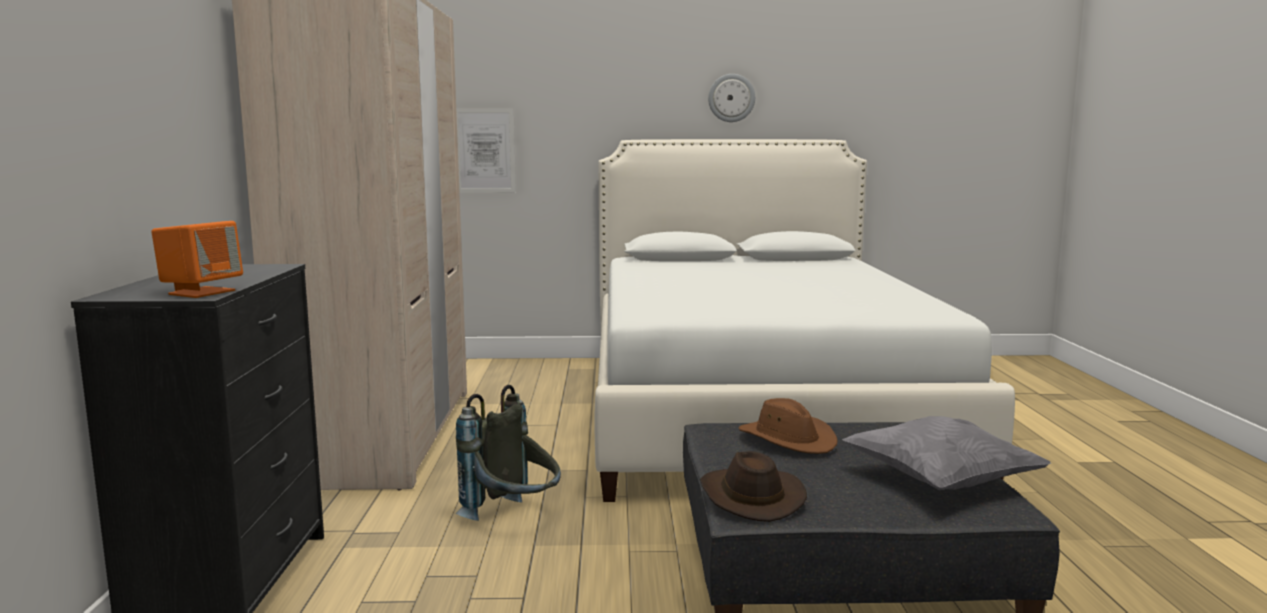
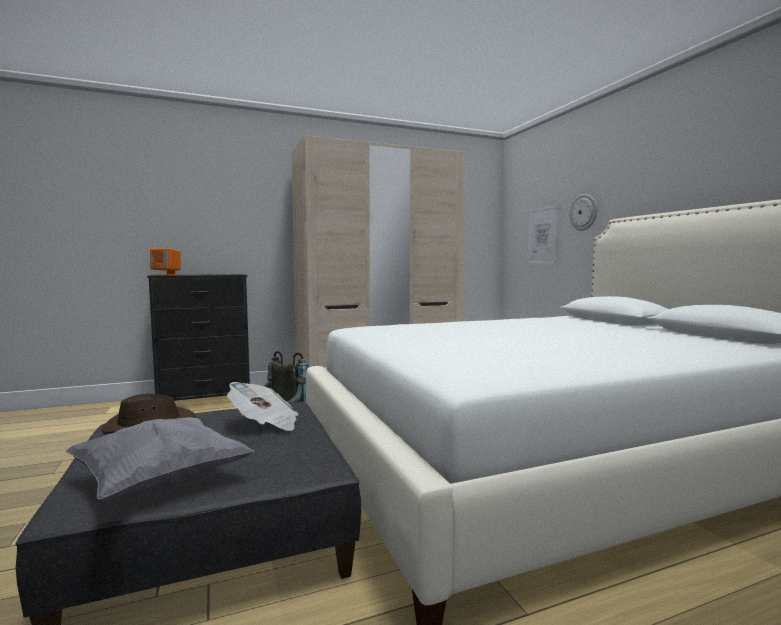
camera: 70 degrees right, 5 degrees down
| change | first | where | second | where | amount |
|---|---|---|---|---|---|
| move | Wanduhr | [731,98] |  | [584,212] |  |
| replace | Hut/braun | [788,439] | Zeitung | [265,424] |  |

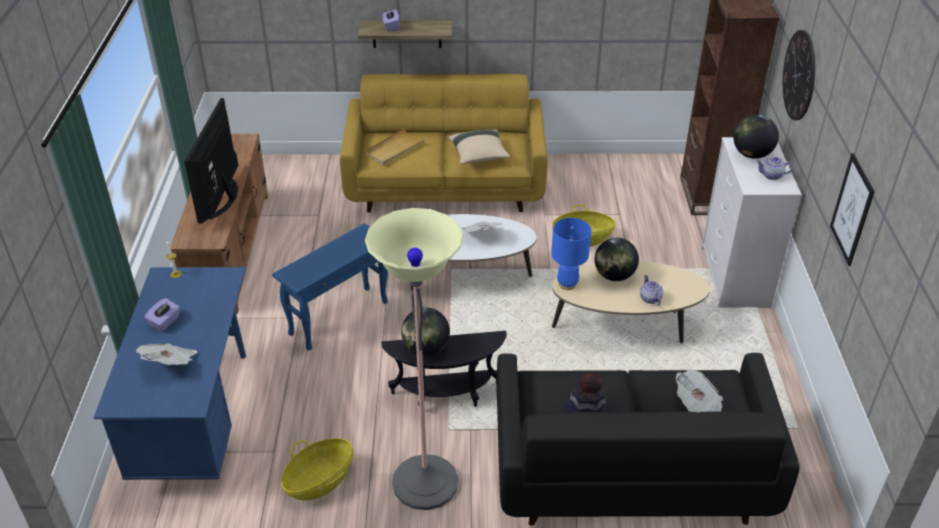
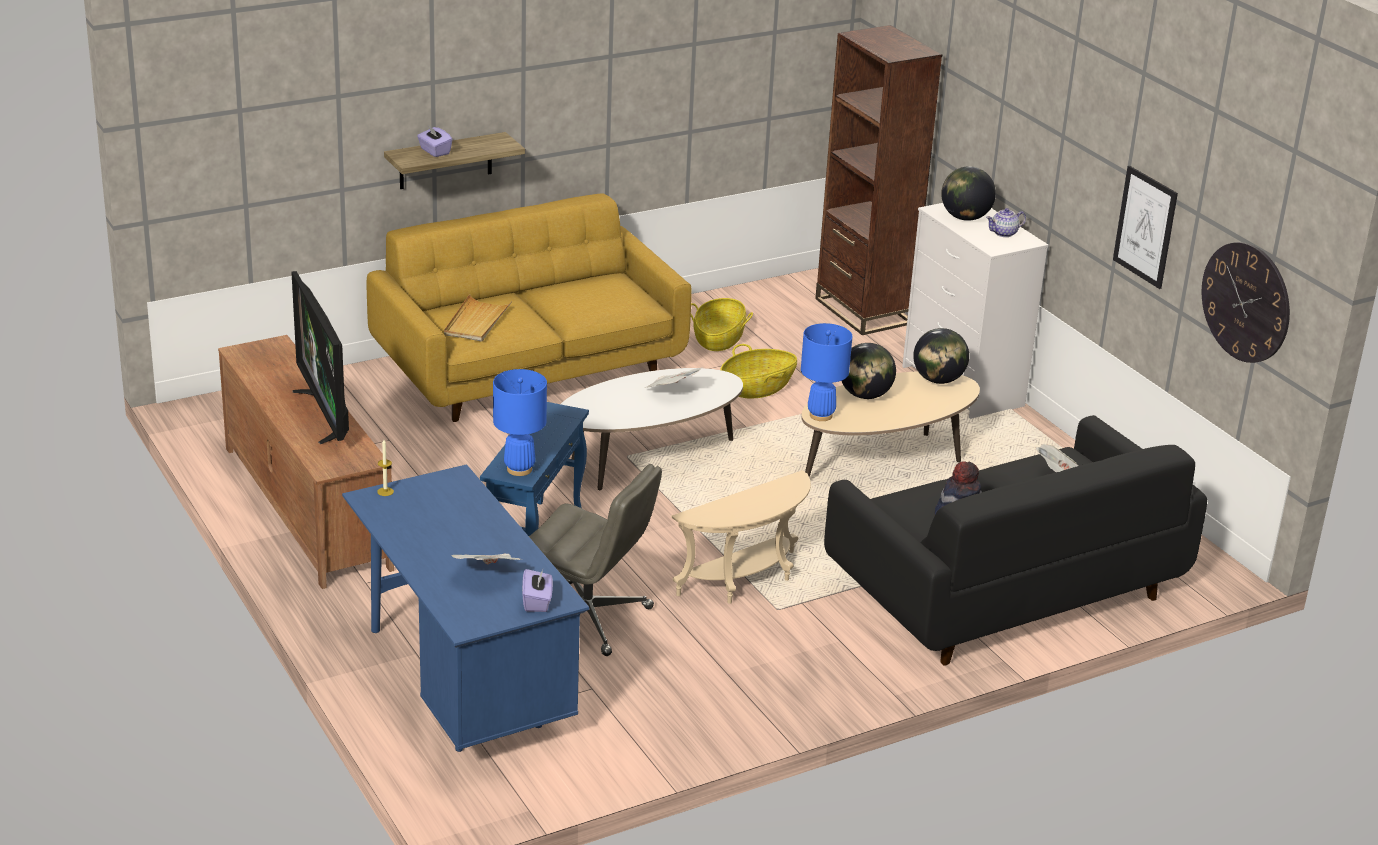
camera: 30 degrees left, 10 degrees down
| change | first | where | second | where | amount |
|---|---|---|---|---|---|
| move | Taschentuchbox/lila | [165,322] |  | [537,602] |  |
| move | Korb | [319,480] |  | [718,339] |  |
| delete | Stehlampe | [425,482] |  |  |  |
| recolor | Beistelltisch/schwarz | [446,397] | Beistelltisch/beige | [746,581] |  |
| move | Globus | [426,348] |  | [938,380] |  |
| delete | Kissen/beige | [479,155] |  |  |  |
| delete | Teekanne | [650,299] |  |  |  |
| move | Wanduhr | [799,75] |  | [1246,302] |  |
| insert |  |  | Tischlampe/blau | [519,469] |  |
| insert |  |  | Bürostuhl/grau | [589,618] |  |

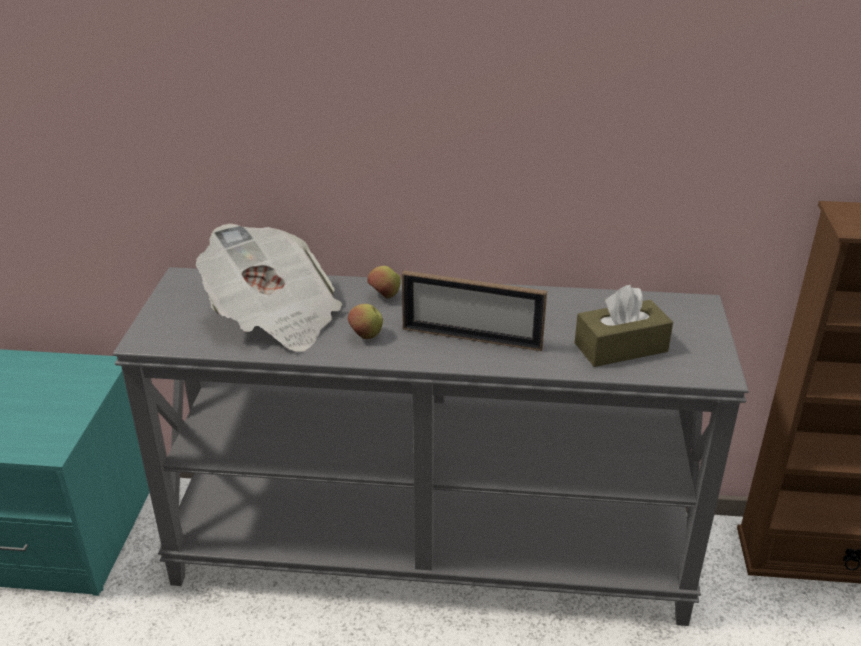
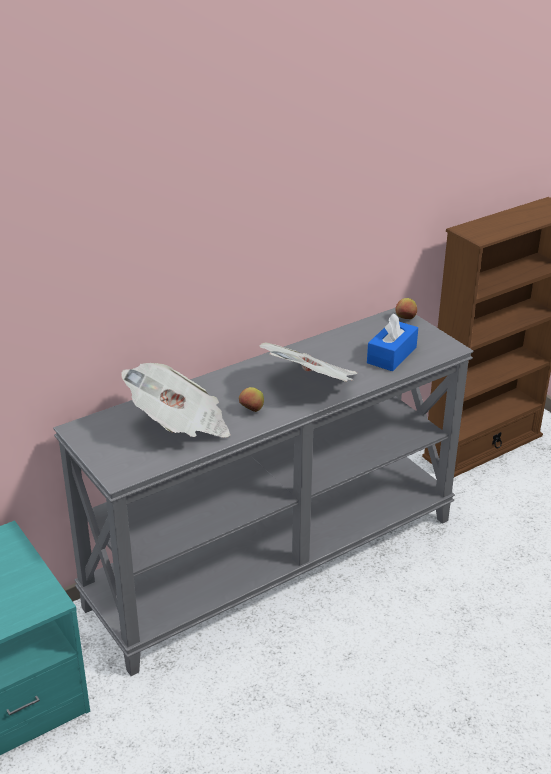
camera: 40 degrees left, 0 degrees up
| change | first | where | second | where | amount |
|---|---|---|---|---|---|
| move | Apfel | [384,296] |  | [405,319] |  |
| replace | Bilderrahmen | [471,338] | Zeitung | [311,385] |  |
| recolor | Taschentuchbox/braun | [621,347] | Taschentuchbox/blau | [391,355] |  |

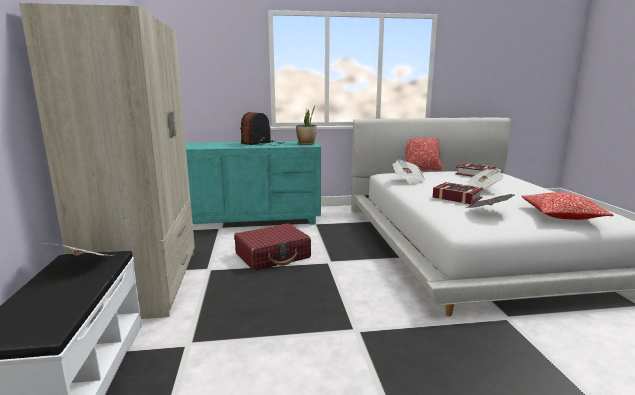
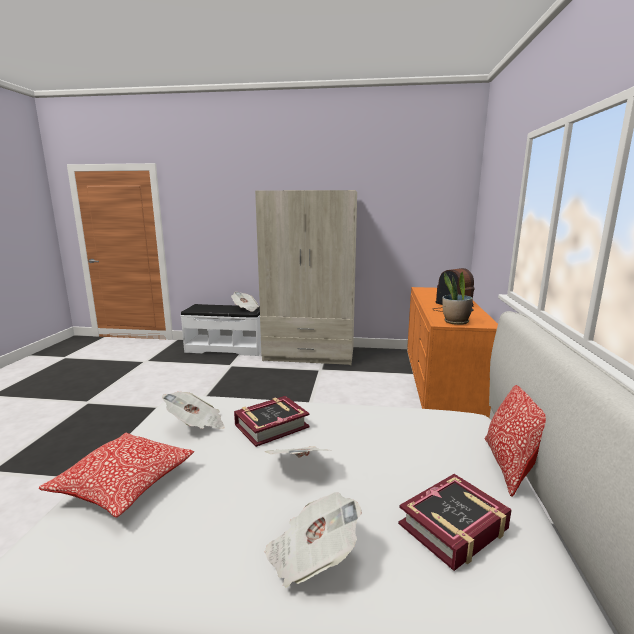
camera: 105 degrees right, 0 degrees up
| change | first | where | second | where | amount |
|---|---|---|---|---|---|
| recolor | Kommode/türkis | [251,220] | Kommode/orange | [440,388] |  |
| delete | Koffer/rot | [273,256] |  |  |  |
| move | Zeitung | [408,180] |  | [311,556] |  |

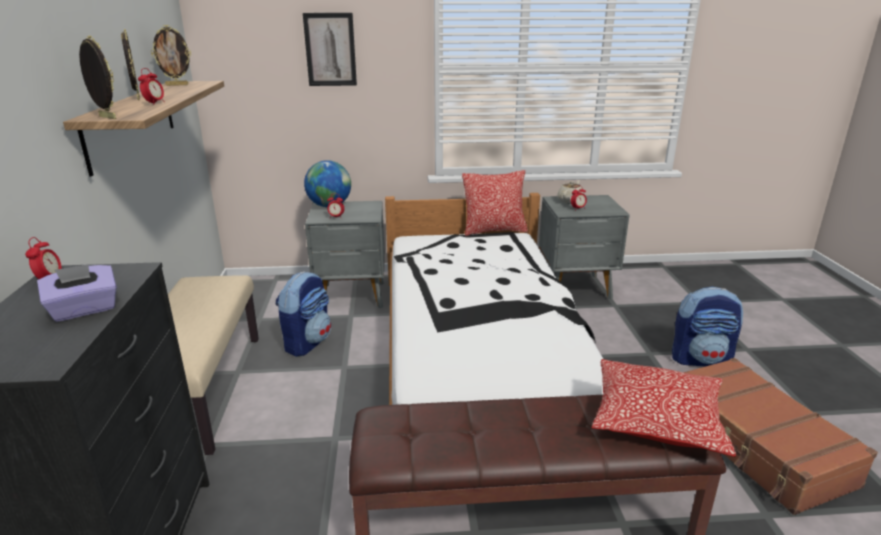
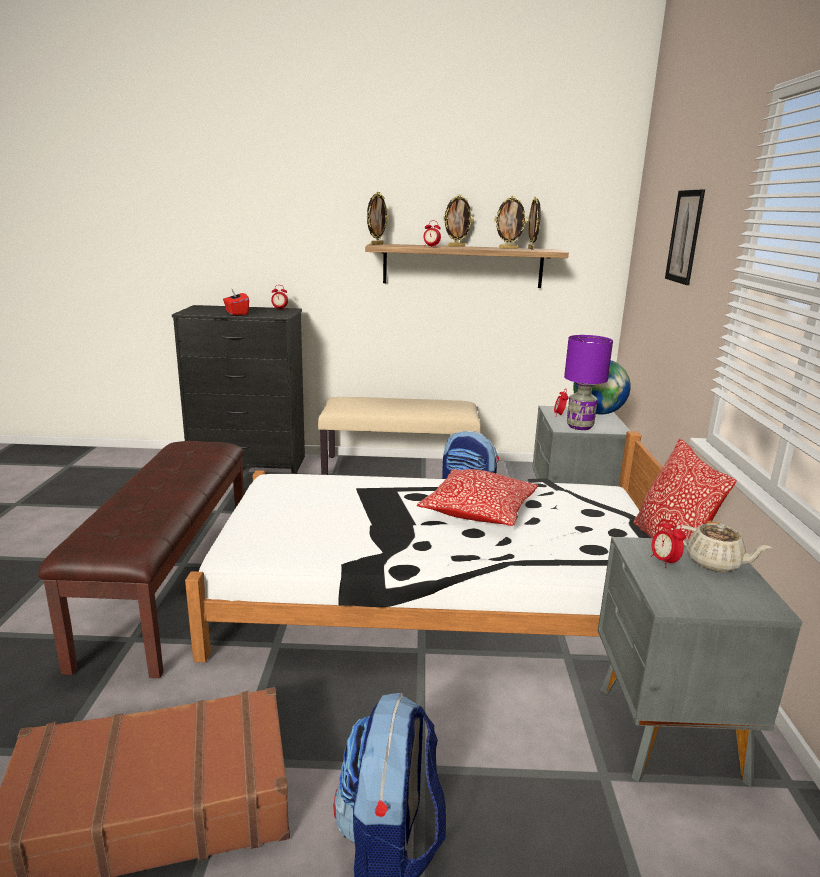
camera: 95 degrees right, 5 degrees down
| change | first | where | second | where | amount |
|---|---|---|---|---|---|
| recolor | Taschentuchbox/lila | [84,310] | Taschentuchbox/rot | [236,313] |  |
| move | Kissen | [657,420] |  | [478,511] |  |
| insert |  |  | Bilderrahmen | [508,248] |  |
| insert |  |  | Tischlampe/lila | [580,426] |  |

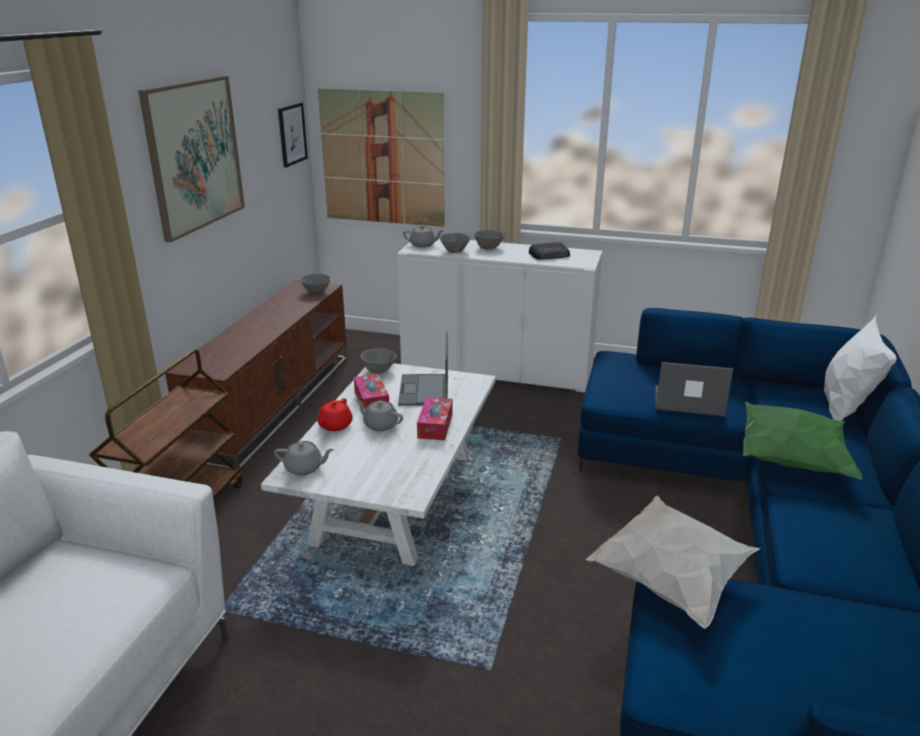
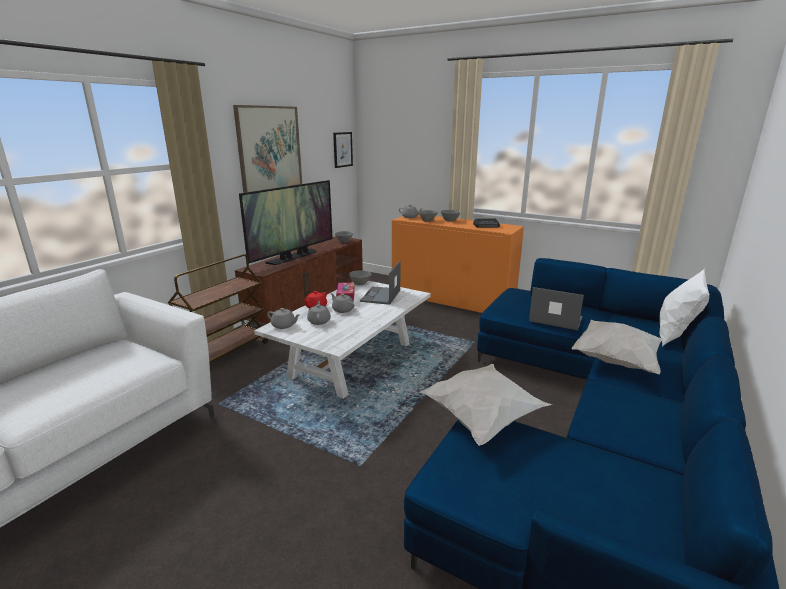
camera: 15 degrees right, 5 degrees down
| change | first | where | second | where | amount |
|---|---|---|---|---|---|
| delete | Bild | [382,158] |  |  |  |
| recolor | Schrank/weiß | [497,369] | Schrank/orange | [452,300] |  |
| delete | Taschentuchbox | [435,425] |  |  |  |
| recolor | Kissen/grün | [790,460] | Kissen/weiß | [615,361] |  |
| insert |  |  | Fernseher | [293,257] |  |
| insert |  |  | Teekanne/grau | [319,321] |  |

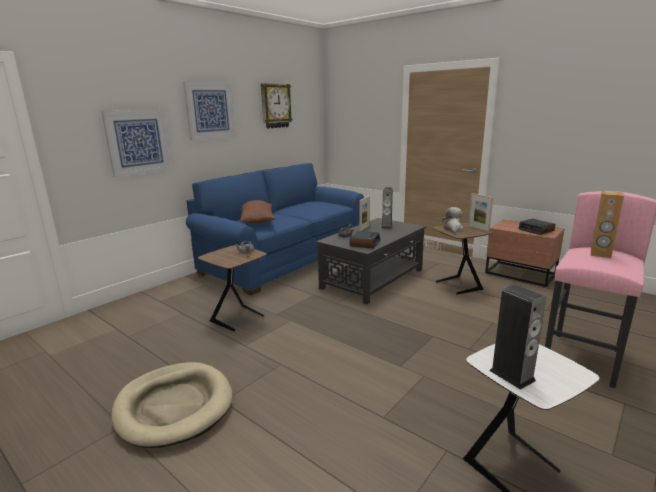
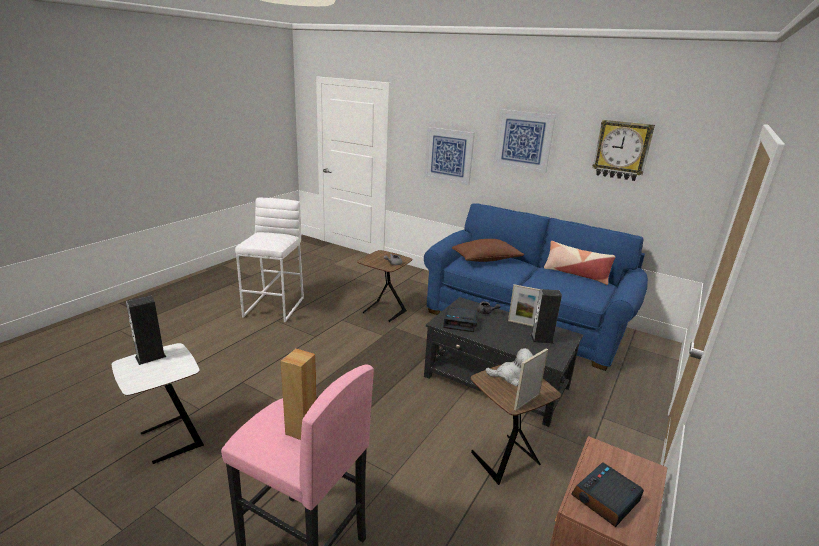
camera: 80 degrees right, 5 degrees up
| change | first | where | second | where | amount |
|---|---|---|---|---|---|
| replace | Hundebett/beige | [174,406] | Hocker/weiß | [275,307] |  |
| insert |  |  | Kissen | [575,274] |  |

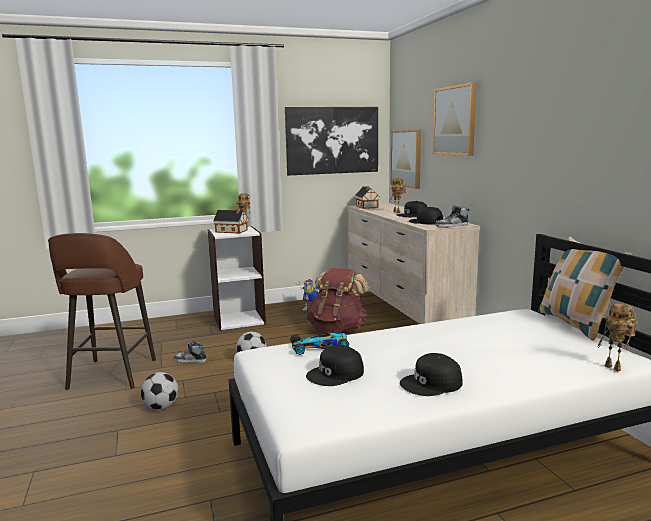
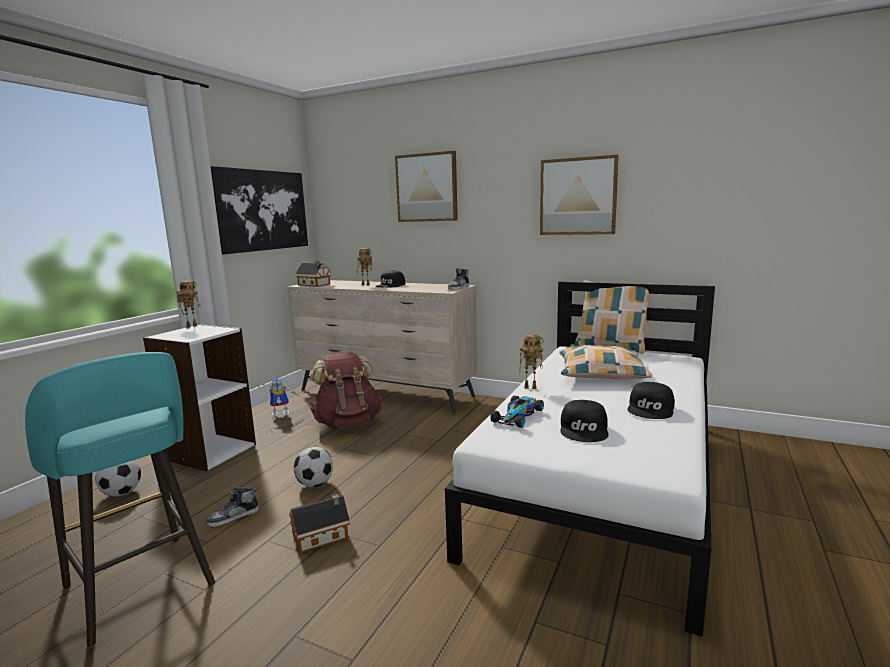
camera: 45 degrees left, 0 degrees up
| change | first | where | second | where | amount |
|---|---|---|---|---|---|
| recolor | Hocker/braun | [111,375] | Hocker/türkis | [140,588] |  |
| move | Fußball | [161,407] |  | [122,493] |  |
| move | Spielzeughaus | [232,231] |  | [323,536] |  |
| move | Bild | [406,158] |  | [578,196] |  |
| delete | Kappe/schwarz | [425,222] |  |  |  |
| move | Spielzeugroboter | [614,368] |  | [531,387] |  |
| insert |  |  | Kissen | [601,374] |  |

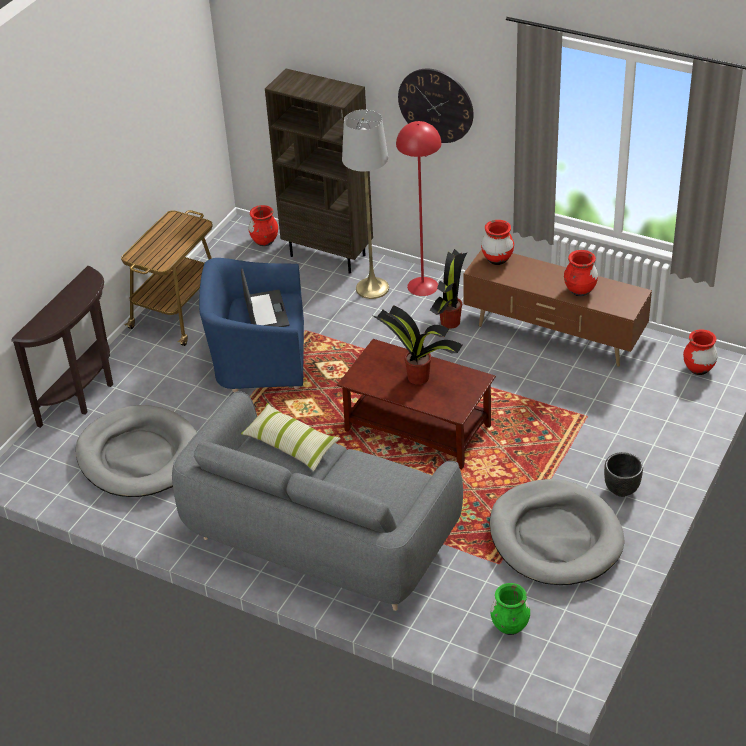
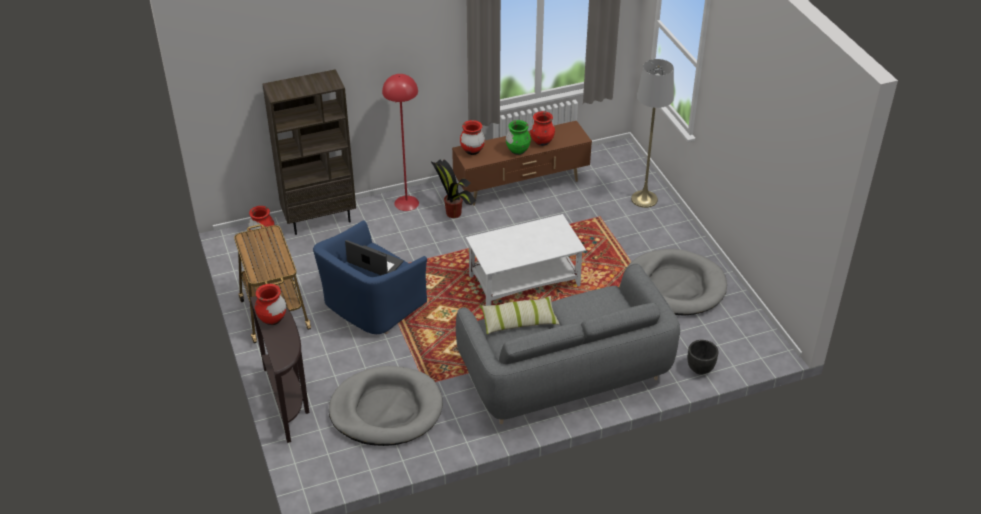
camera: 50 degrees left, 0 degrees up
| change | first | where | second | where | amount |
|---|---|---|---|---|---|
| recolor | Couchtisch/braun | [416,428] | Couchtisch/weiß | [523,281] |  |
| move | Stehlampe/grau | [372,288] |  | [644,199] |  |
| delete | Topfpflanze | [417,376] |  |  |  |
| delete | Wanduhr | [436,105] |  |  |  |
| move | Vase/grün | [510,626] |  | [518,150] |  |
| move | Pflanzkübel/schwarz | [621,490] |  | [700,369] |  |
| move | Vase/rot | [698,369] |  | [272,319] |  |

